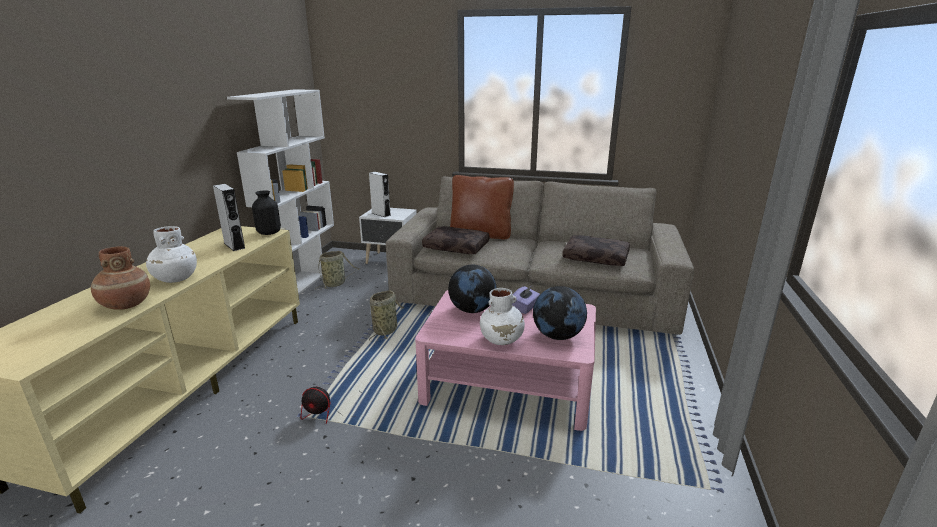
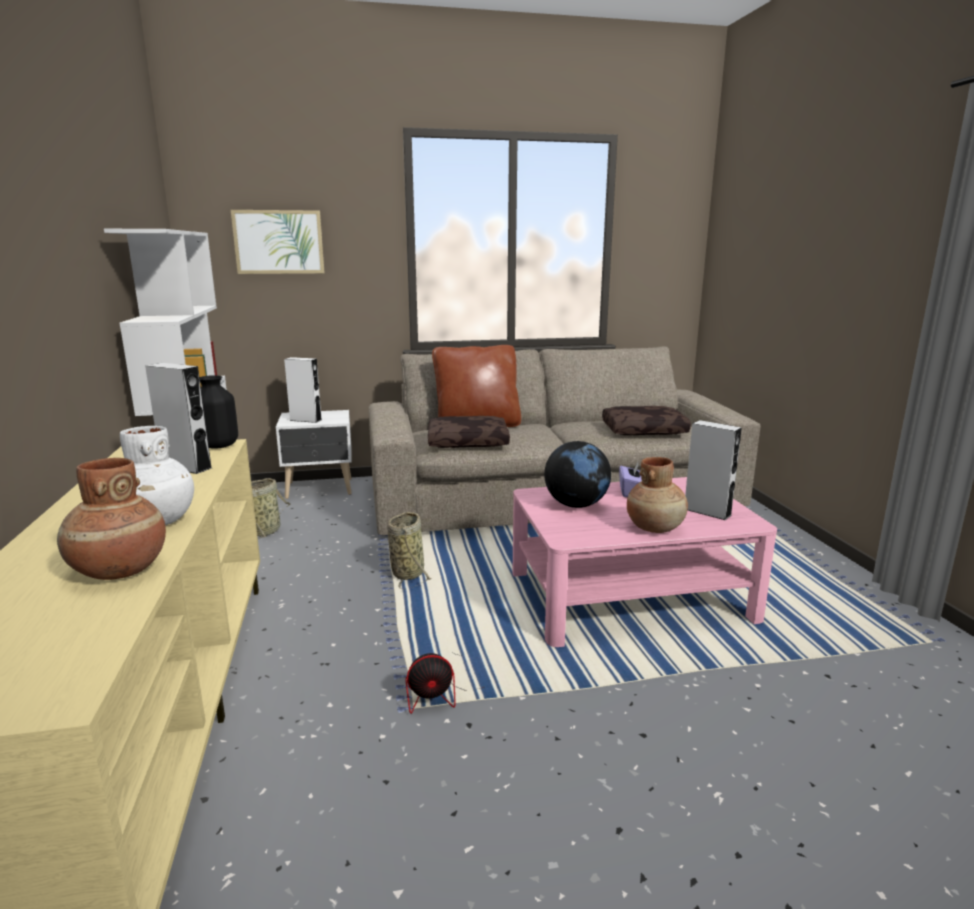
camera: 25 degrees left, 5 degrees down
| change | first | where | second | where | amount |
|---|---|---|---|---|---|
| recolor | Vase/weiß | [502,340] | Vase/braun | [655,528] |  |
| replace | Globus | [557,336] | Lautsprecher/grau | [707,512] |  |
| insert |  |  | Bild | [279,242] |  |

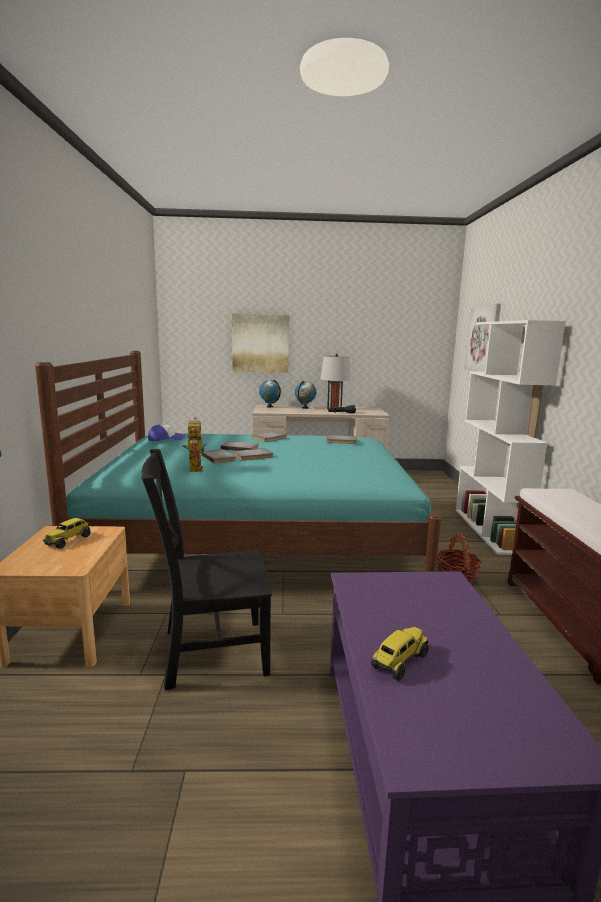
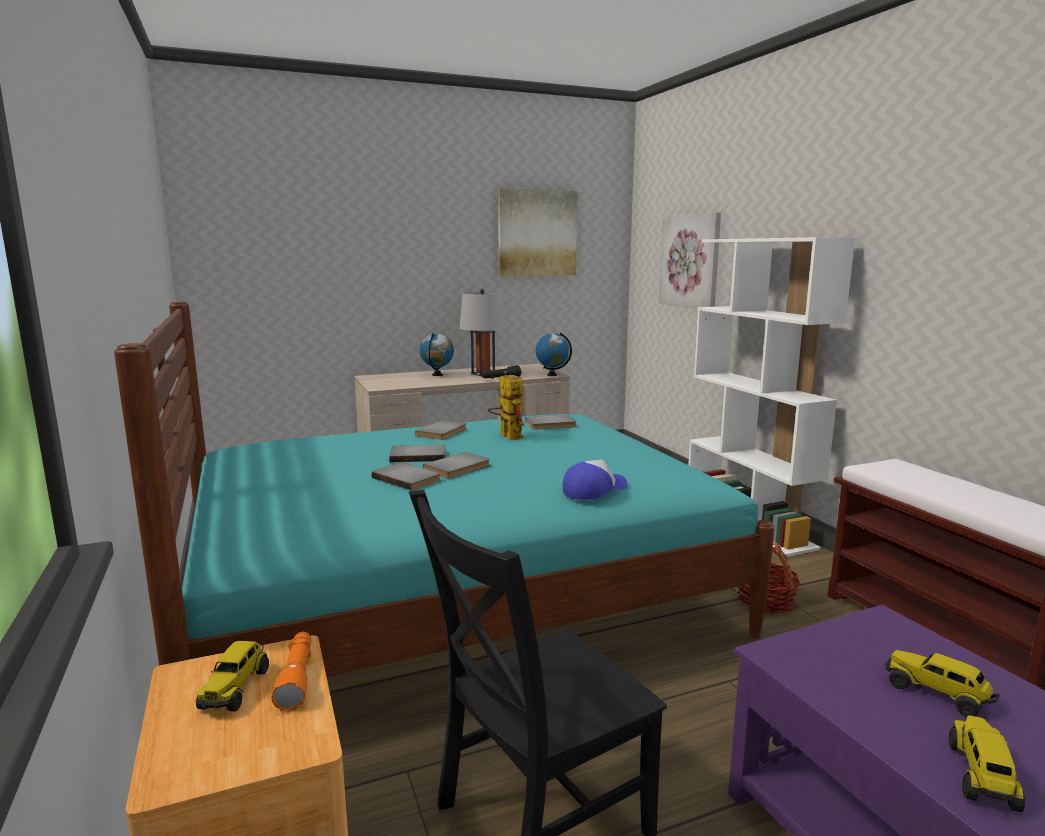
camera: 20 degrees left, 0 degrees up
| change | first | where | second | where | amount |
|---|---|---|---|---|---|
| move | Kappe | [166,439] |  | [594,490] |  |
| move | Spielzeugroboter | [194,468] |  | [507,435] |  |
| move | Bild | [260,343] |  | [537,233] |  |
| move | Globus | [269,406] |  | [552,375] |  |
| insert |  |  | Taschenlampe/orange | [297,678] |  |
| insert |  |  | Spielzeuglaster | [937,694] |  |

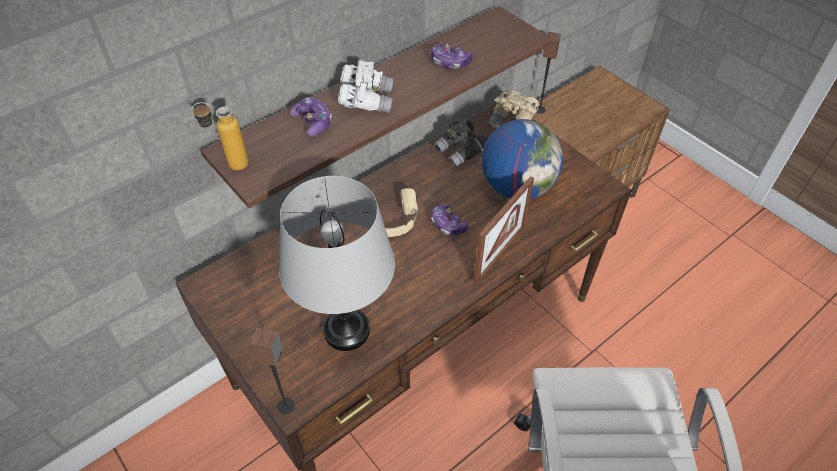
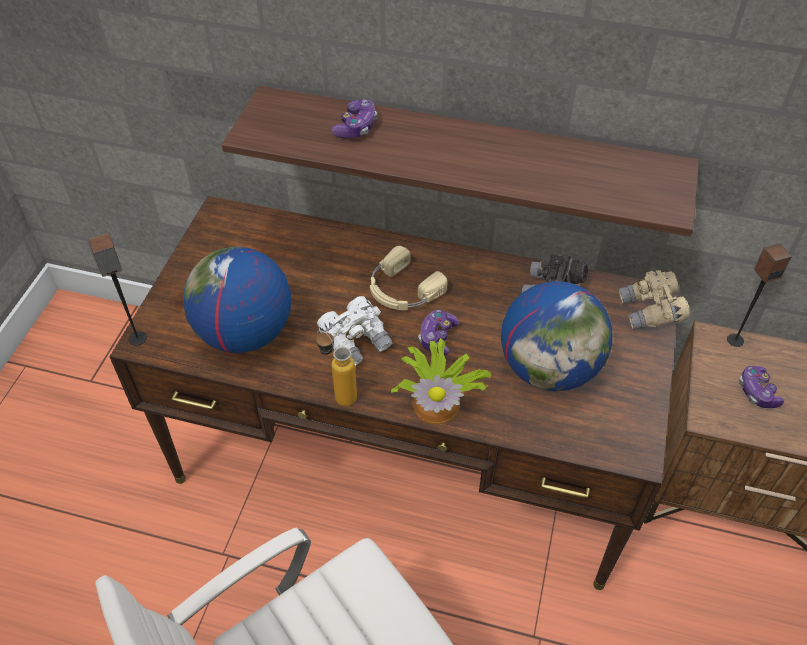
camera: 55 degrees right, 0 degrees up
| change | first | where | second | where | amount |
|---|---|---|---|---|---|
| move | Flasche | [229,166] |  | [338,393] |  |
| replace | Tischlampe/grau | [347,330] | Globus | [244,333] |  |
| move | Fernglas/weiß | [366,100] |  | [356,341] |  |
| move | Gamepad | [450,62] |  | [757,392] |  |
| replace | Bilderrahmen | [499,254] | Topfpflanze | [438,401] |  |

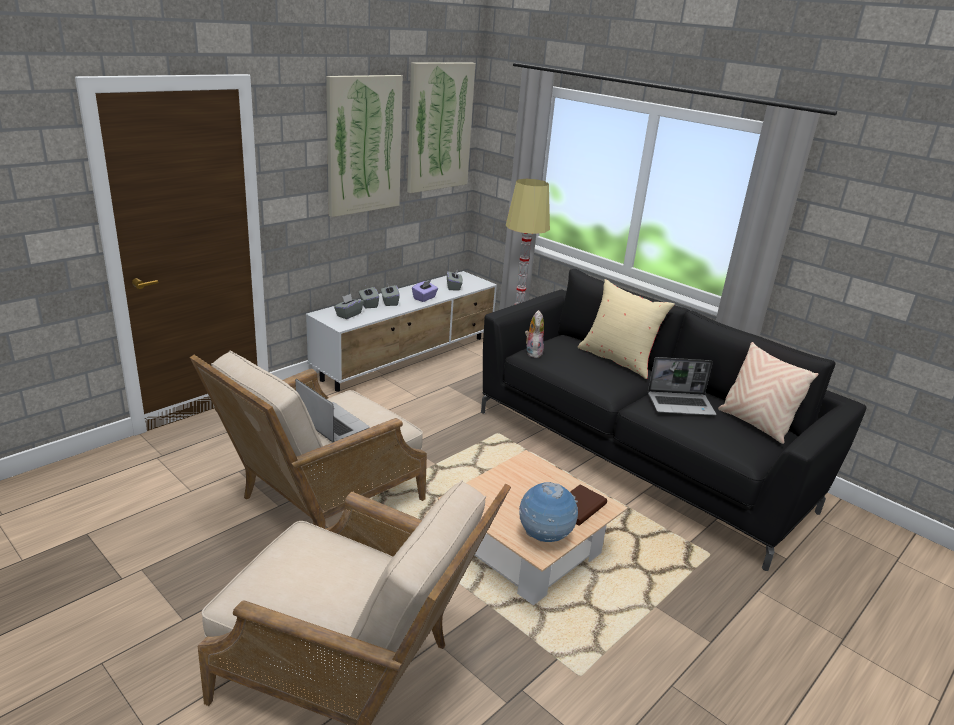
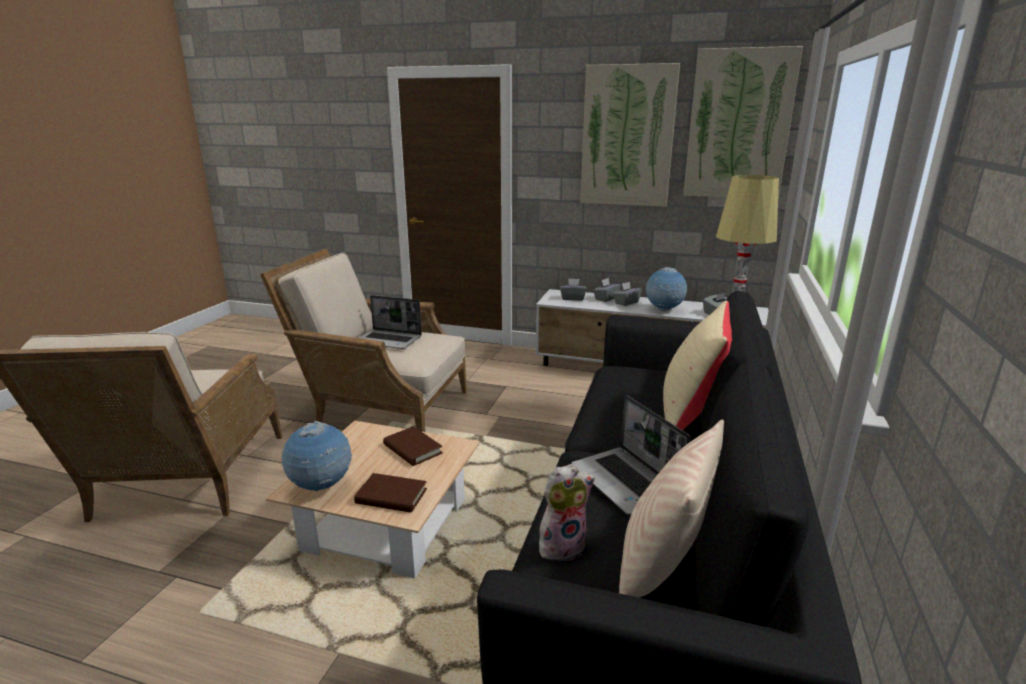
camera: 65 degrees right, 5 degrees down
| change | first | where | second | where | amount |
|---|---|---|---|---|---|
| rotate | Laptop | [331,424] |  | [389,340] | 90 degrees clockwise |
| replace | Taschentuchbox/lila | [424,298] | Globus | [664,310] |  |
| move | Plüschtier | [532,352] |  | [562,545] |  |
| insert |  |  | Buch/braun | [412,449] |  |

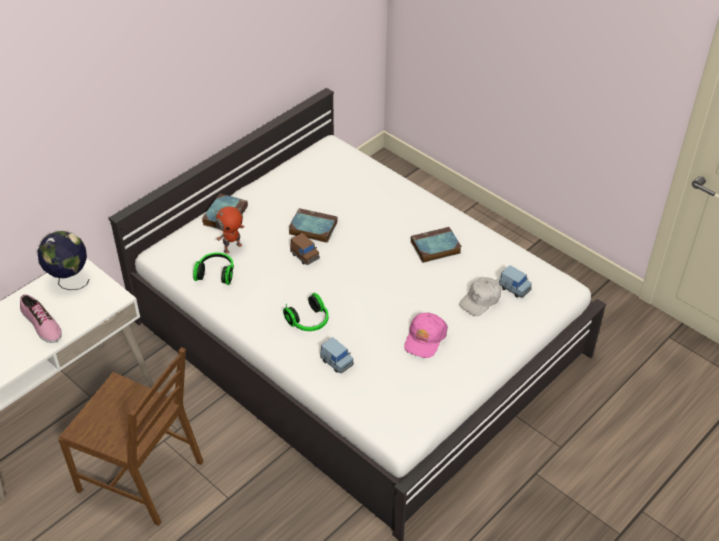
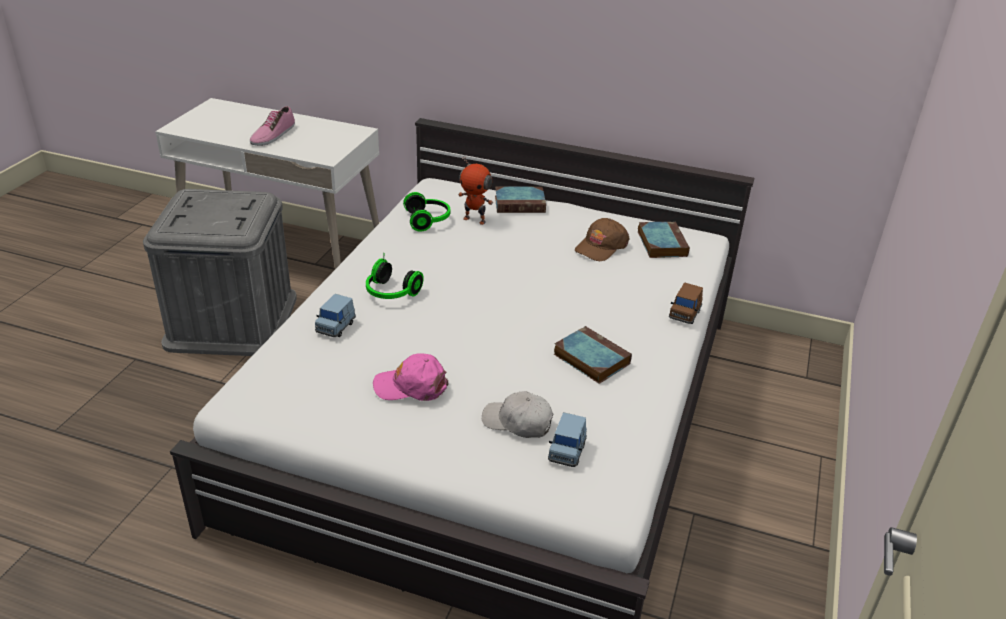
camera: 65 degrees right, 10 degrees down
| change | first | where | second | where | amount |
|---|---|---|---|---|---|
| delete | Globus | [69,280] |  |  |  |
| replace | Stuhl/braun | [142,475] | Aufbewahrungsbox/grau | [232,320] |  |
| move | Buch | [312,228] |  | [661,243] |  |
| move | Spielzeugauto/braun | [305,256] |  | [684,314] |  |
| insert |  |  | Kappe/braun | [601,247] |  |

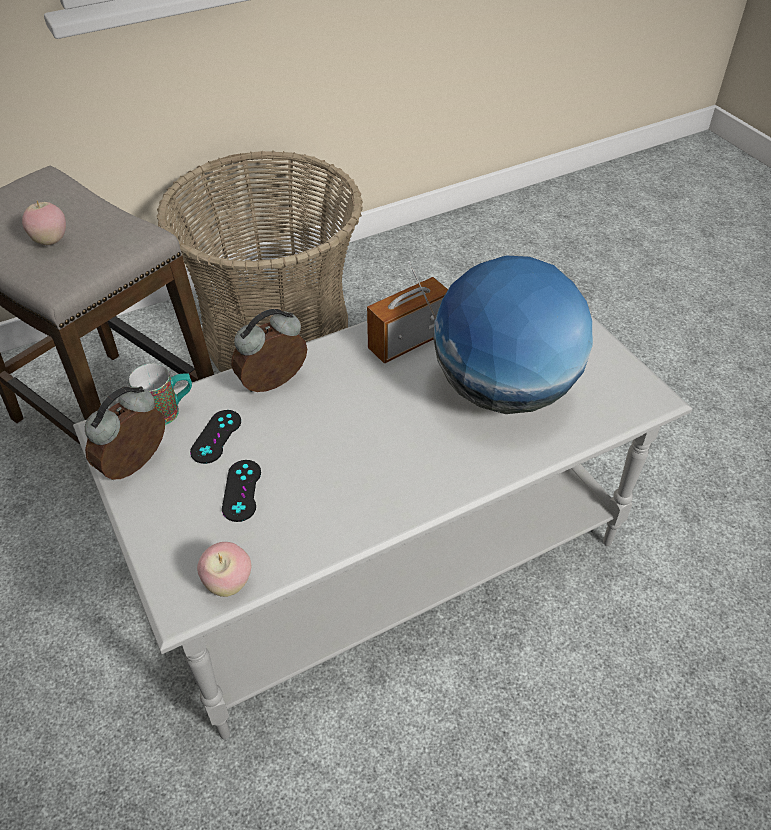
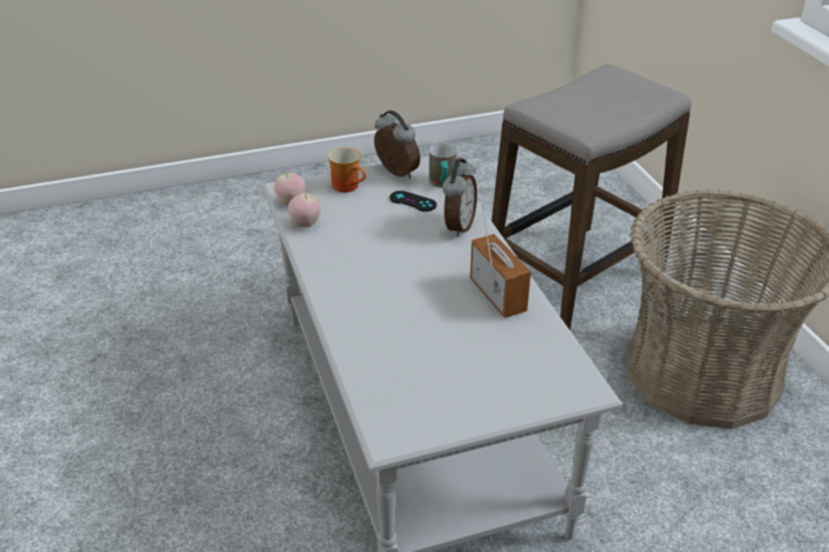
camera: 100 degrees right, 10 degrees down
| change | first | where | second | where | amount |
|---|---|---|---|---|---|
| move | Apfel | [51,241] |  | [305,224] |  |
| delete | Gamepad/schwarz | [242,490] |  |  |  |
| rotate | Wecker | [274,385] |  | [458,226] | 45 degrees clockwise |
| delete | Globus | [503,391] |  |  |  |
| insert |  |  | Henkelbecher | [349,186] |  |

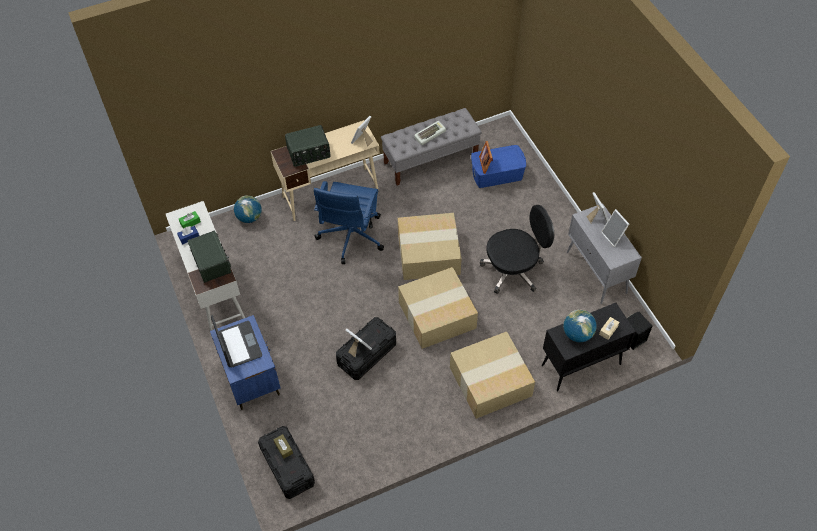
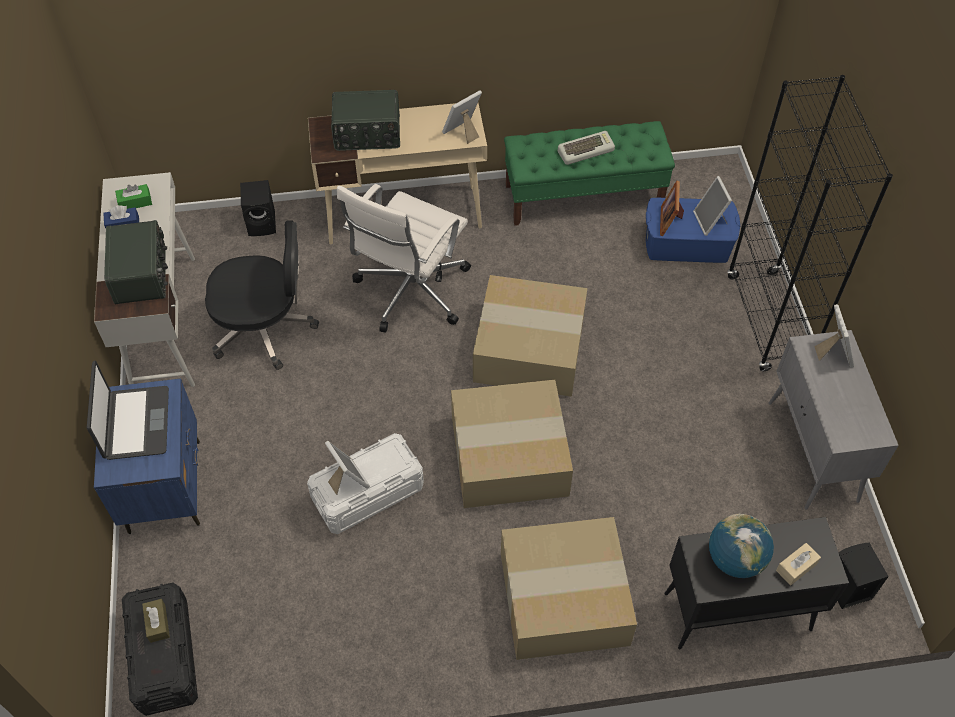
camera: 15 degrees right, 0 degrees up
| change | first | where | second | where | amount |
|---|---|---|---|---|---|
| replace | Globus | [249,217] | Lautsprecher/schwarz | [263,223] |  |
| recolor | Bürostuhl/blau | [350,237] | Bürostuhl/weiß | [410,292] |  |
| recolor | Aufbewahrungsbox/schwarz | [366,354] | Aufbewahrungsbox/weiß | [367,493] |  |
| recolor | Bank/grau | [431,159] | Bank/grün | [584,197] |  |
| move | Bürostuhl/schwarz | [513,270] |  | [265,328] |  |
| move | Bilderrahmen | [613,236] |  | [710,222] |  |
| insert |  |  | Bücherregal/schwarz | [768,321] |  |

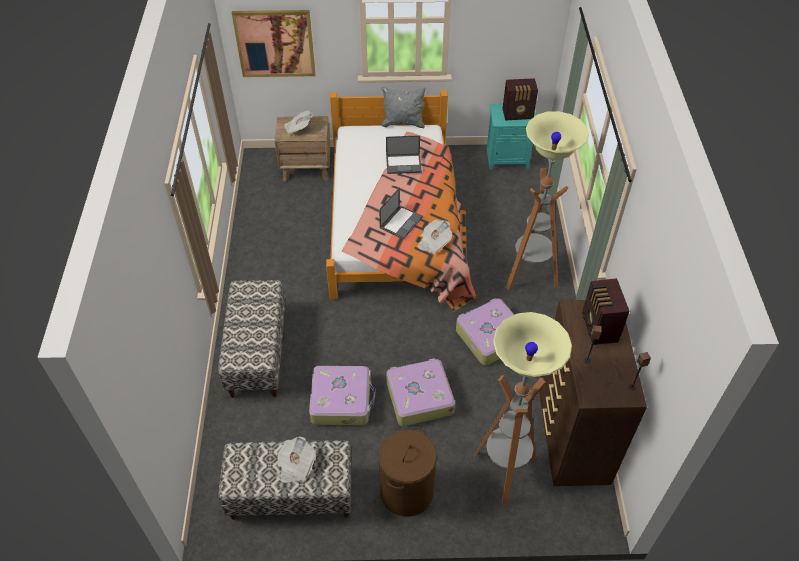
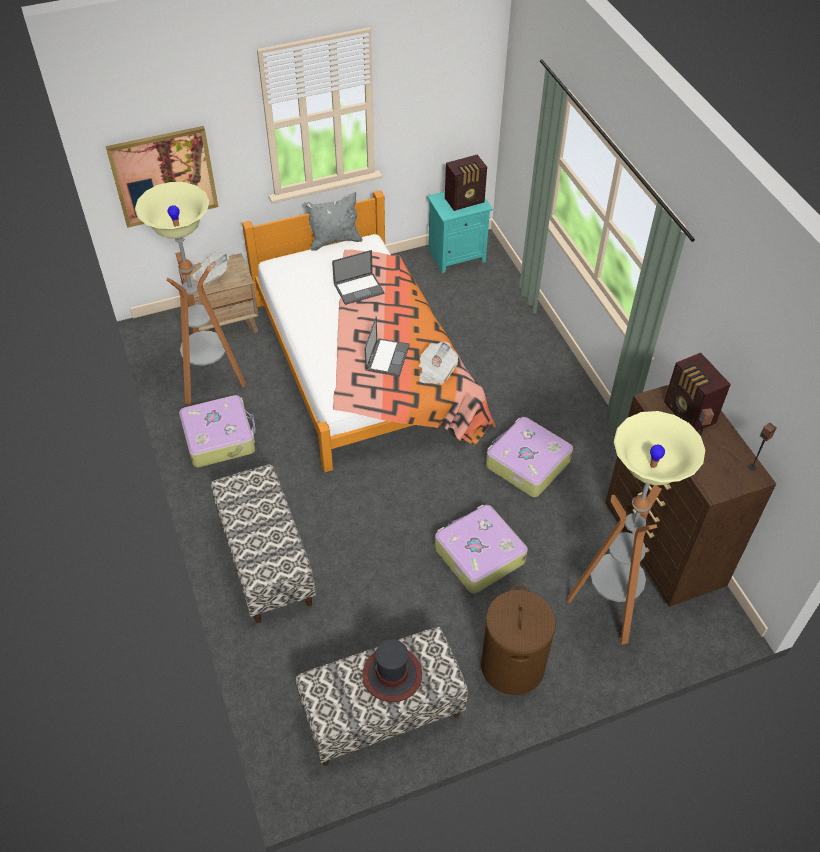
camera: 20 degrees left, 0 degrees up
| change | first | where | second | where | amount |
|---|---|---|---|---|---|
| replace | Zeitung | [295,466] | Hut | [392,675] |  |
| move | Koffer | [342,400] |  | [219,437] |  |
| move | Stehlampe | [529,276] |  | [211,382] |  |

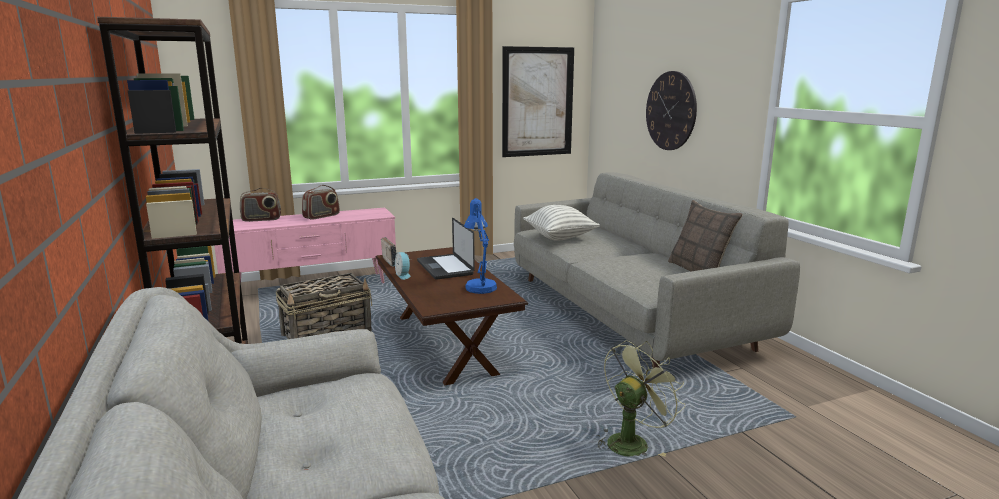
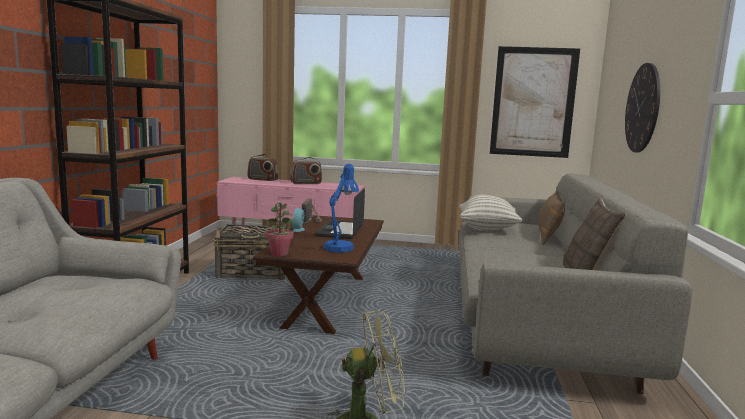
camera: 30 degrees right, 5 degrees down
| change | first | where | second | where | amount |
|---|---|---|---|---|---|
| insert |  |  | Topfpflanze | [279,253] |  |
| insert |  |  | Kissen/braun | [548,235] |  |

